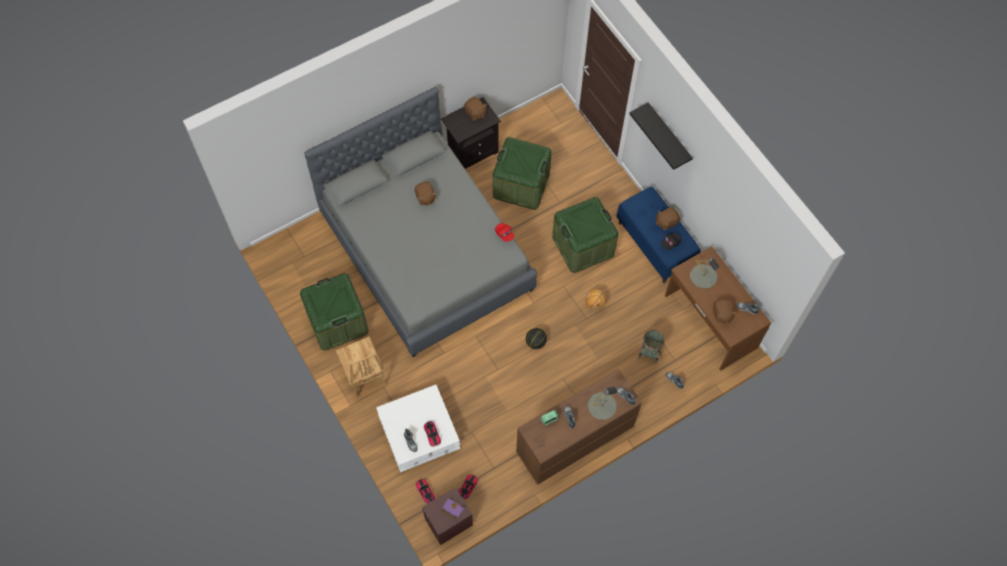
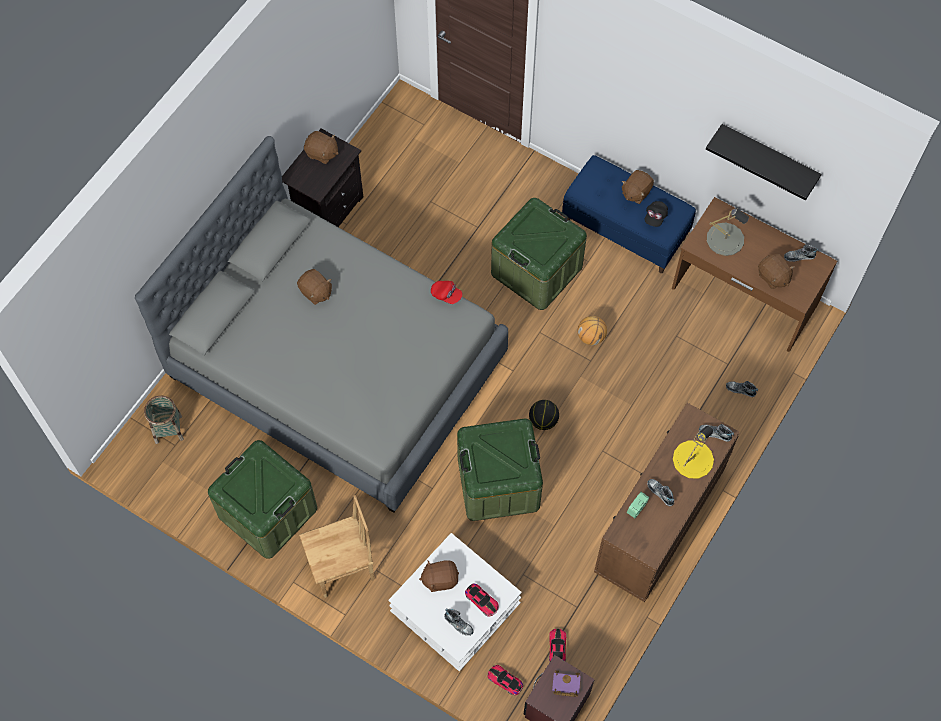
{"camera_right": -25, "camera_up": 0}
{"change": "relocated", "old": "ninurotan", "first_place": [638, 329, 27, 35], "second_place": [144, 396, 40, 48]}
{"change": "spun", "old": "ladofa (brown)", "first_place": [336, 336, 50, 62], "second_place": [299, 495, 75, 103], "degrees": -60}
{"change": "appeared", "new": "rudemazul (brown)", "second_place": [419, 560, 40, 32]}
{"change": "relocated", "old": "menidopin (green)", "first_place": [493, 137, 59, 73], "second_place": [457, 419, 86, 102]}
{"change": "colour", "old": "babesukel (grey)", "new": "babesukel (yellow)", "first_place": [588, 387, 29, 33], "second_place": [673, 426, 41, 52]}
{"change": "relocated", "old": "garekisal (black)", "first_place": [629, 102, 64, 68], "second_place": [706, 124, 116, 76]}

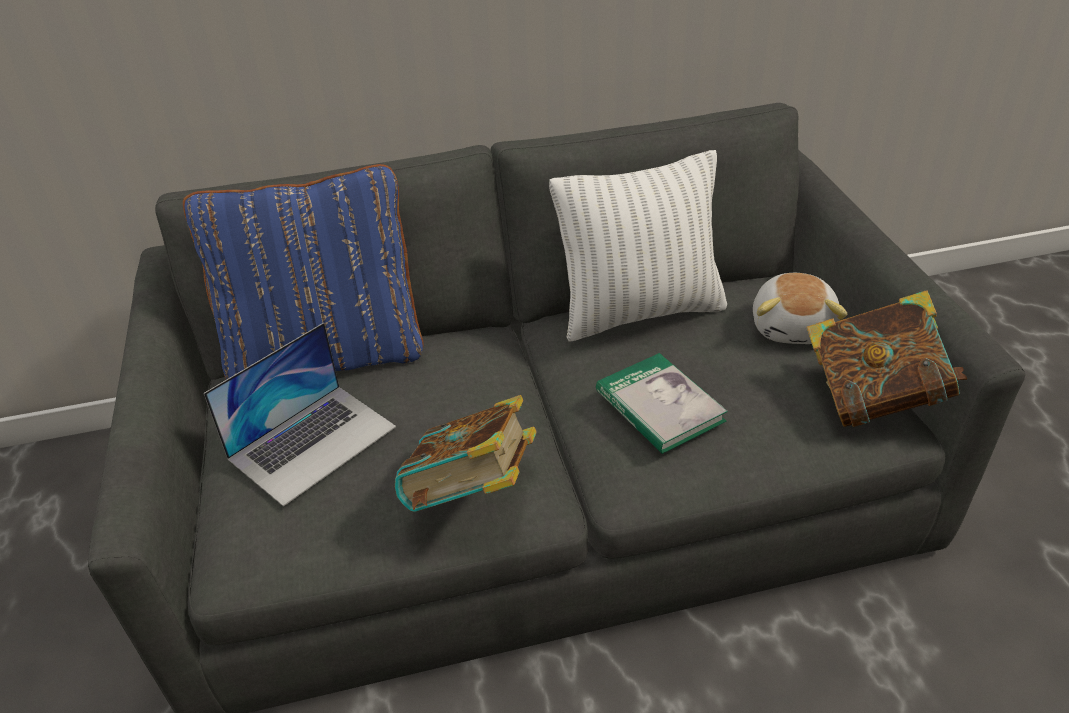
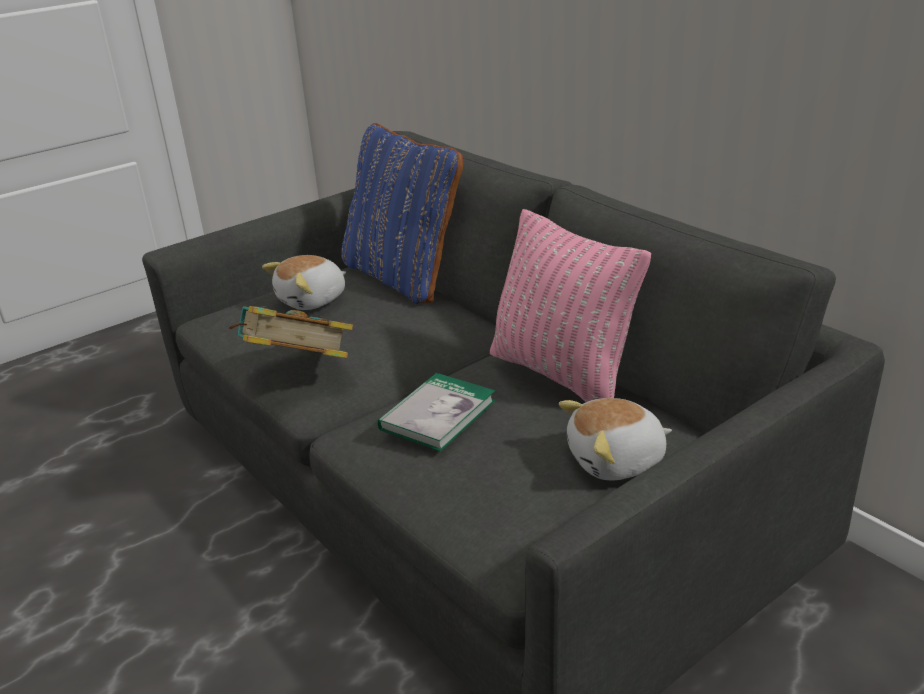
{"camera_right": 65, "camera_up": -10}
{"change": "exchanged", "old": "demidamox", "new": "rudemazul", "first_place": [204, 323, 192, 184], "second_place": [262, 255, 84, 55]}
{"change": "colour", "old": "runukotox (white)", "new": "runukotox (pink)", "first_place": [549, 150, 178, 191], "second_place": [490, 209, 161, 193]}
{"change": "missing", "old": "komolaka", "first_place": [806, 290, 161, 137]}

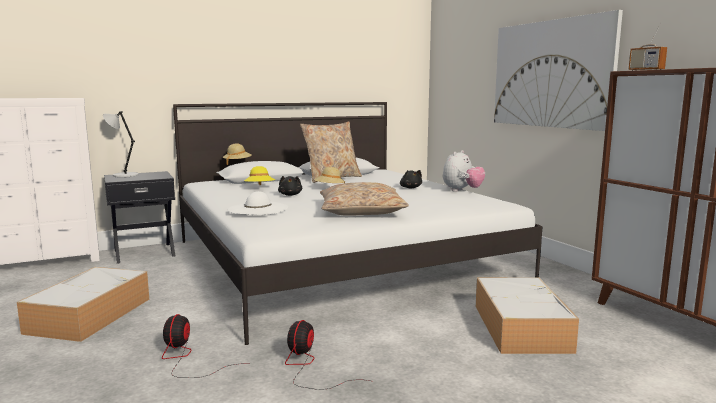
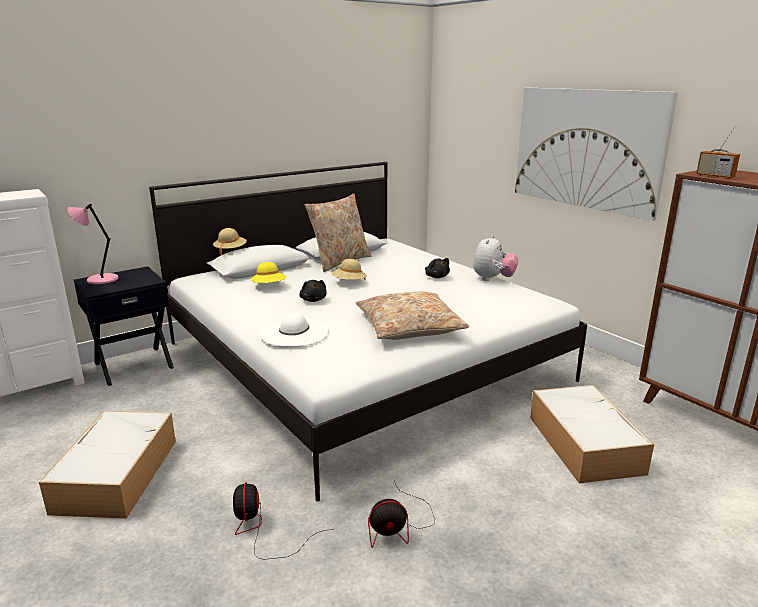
{"camera_right": -10, "camera_up": 10}
{"change": "colour", "old": "babesukel (grey)", "new": "babesukel (pink)", "first_place": [103, 111, 36, 67], "second_place": [67, 204, 51, 81]}
{"change": "spun", "old": "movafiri", "first_place": [285, 320, 85, 70], "second_place": [368, 480, 67, 68], "degrees": -105}

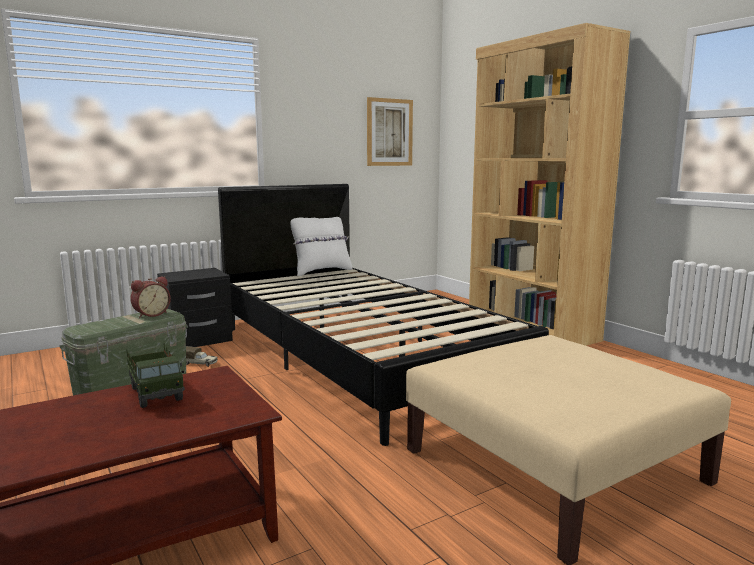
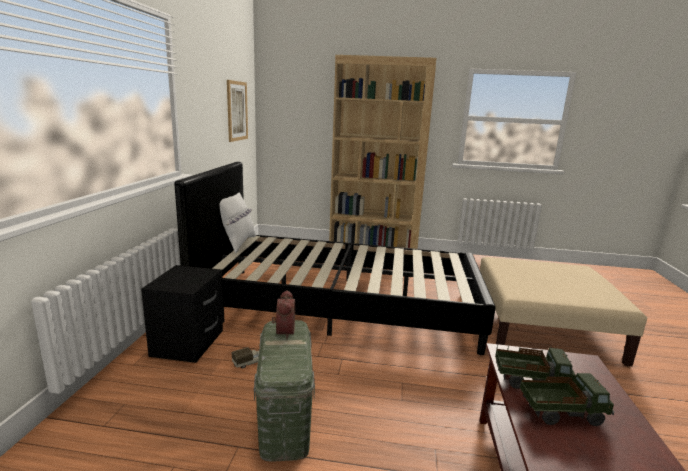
{"camera_right": -50, "camera_up": 5}
{"change": "appeared", "new": "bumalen", "second_place": [520, 373, 94, 53]}

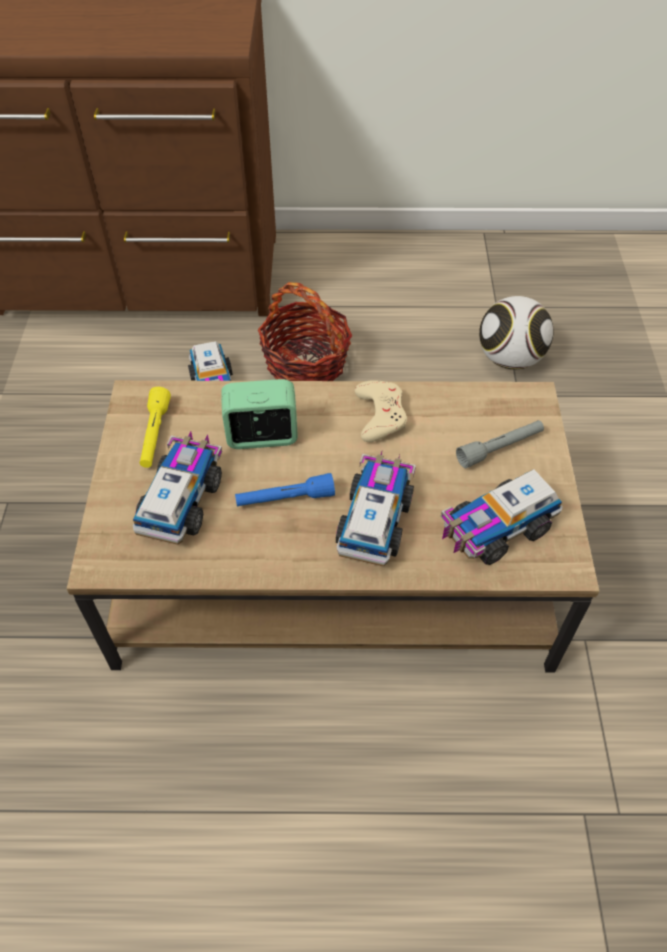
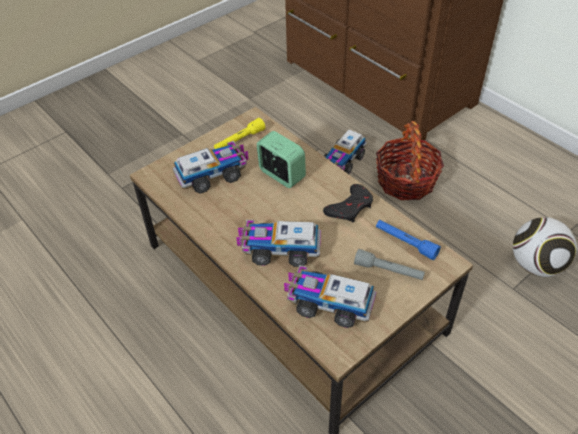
{"camera_right": 50, "camera_up": -5}
{"change": "spun", "old": "bumalen", "first_place": [336, 452, 80, 115], "second_place": [236, 220, 85, 47], "degrees": -150}
{"change": "colour", "old": "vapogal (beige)", "new": "vapogal (black)", "first_place": [355, 380, 52, 62], "second_place": [323, 184, 50, 38]}
{"change": "relocated", "old": "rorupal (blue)", "first_place": [235, 473, 100, 34], "second_place": [376, 220, 65, 40]}

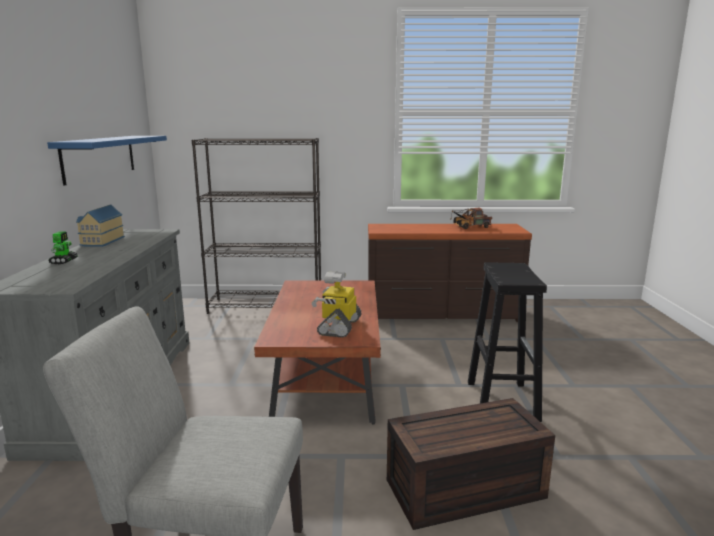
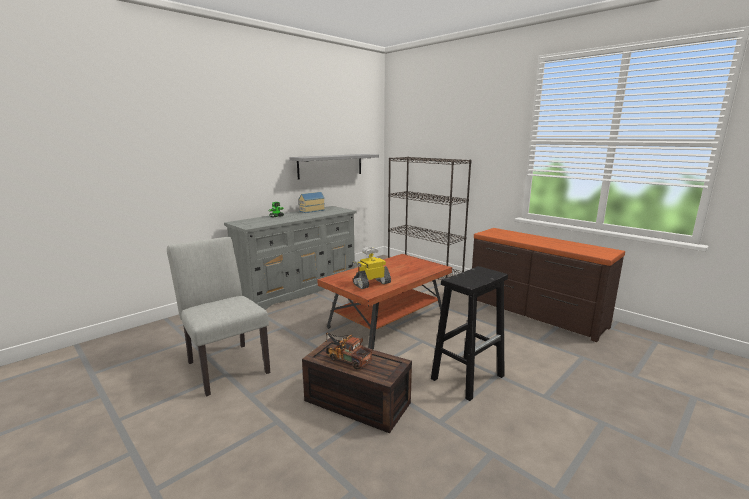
{"camera_right": 45, "camera_up": 0}
{"change": "colour", "old": "garekisal (blue)", "new": "garekisal (grey)", "first_place": [47, 136, 120, 50], "second_place": [290, 154, 89, 25]}
{"change": "relocated", "old": "bumalen", "first_place": [450, 208, 42, 21], "second_place": [325, 332, 48, 37]}

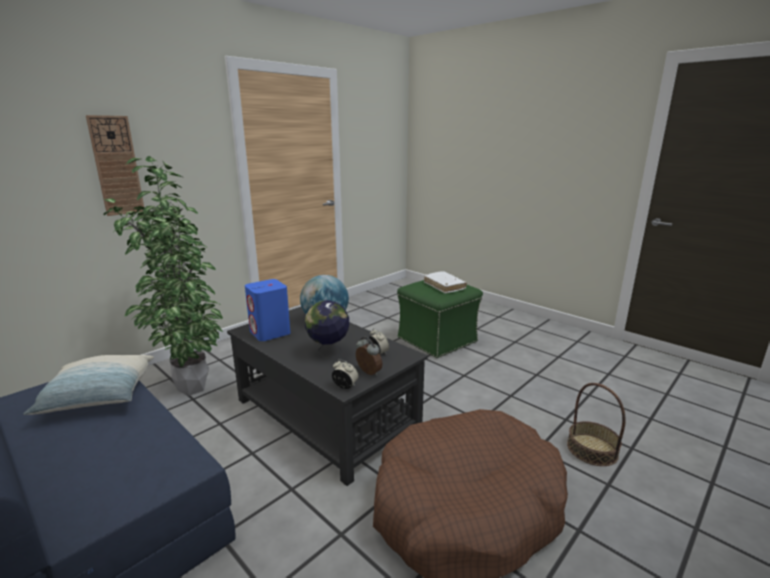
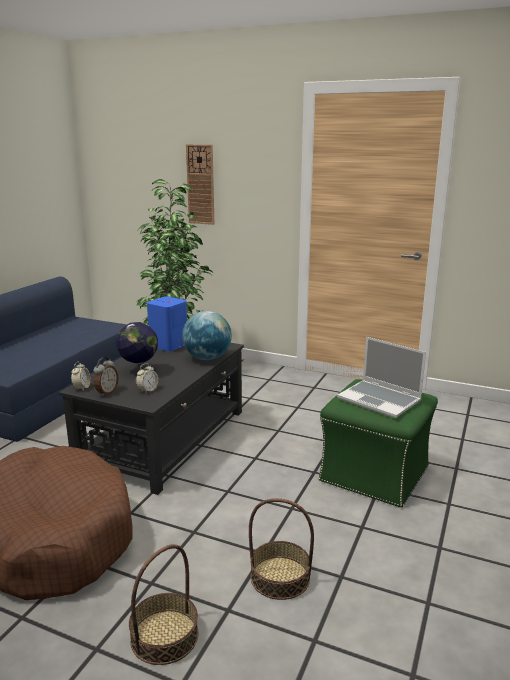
{"camera_right": 70, "camera_up": 0}
{"change": "appeared", "new": "ninurotan", "second_place": [249, 498, 65, 102]}
{"change": "exchanged", "old": "komolaka (white)", "new": "demidamox", "first_place": [424, 271, 43, 22], "second_place": [337, 337, 89, 81]}
{"change": "missing", "old": "runukotox", "first_place": [23, 355, 131, 60]}

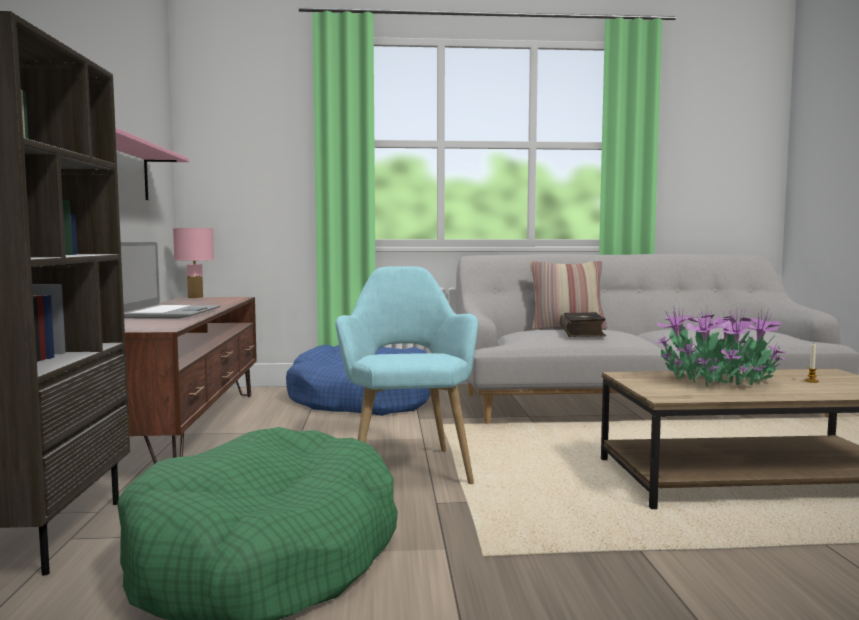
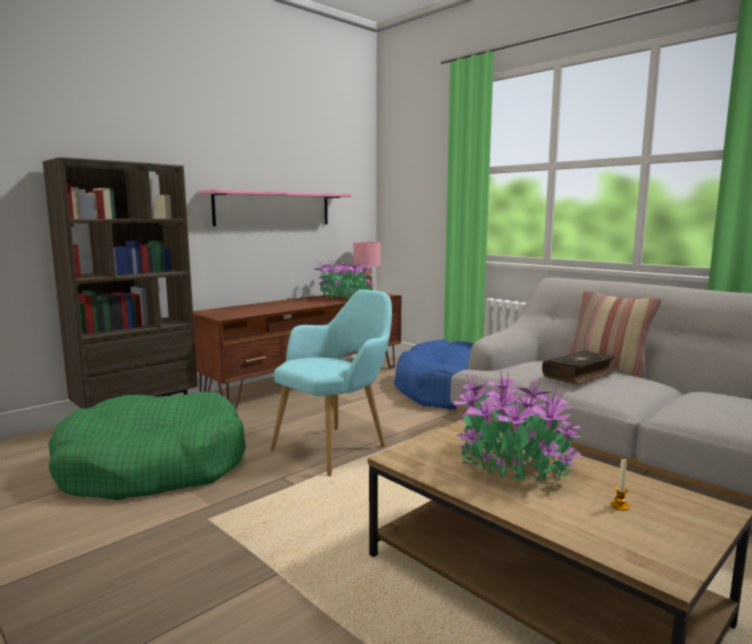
{"camera_right": 50, "camera_up": 5}
{"change": "appeared", "new": "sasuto", "second_place": [314, 260, 61, 39]}
{"change": "missing", "old": "demidamox", "first_place": [121, 242, 100, 76]}

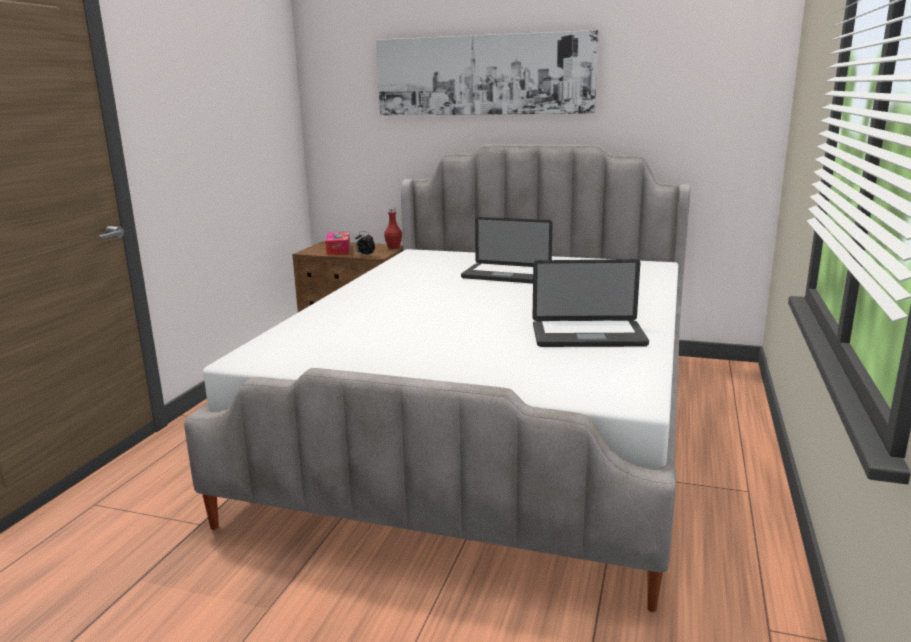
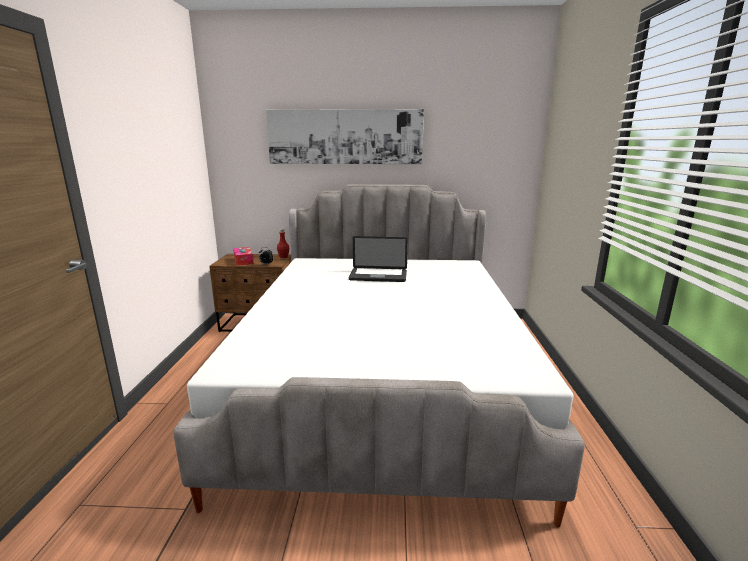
{"camera_right": -15, "camera_up": 0}
{"change": "missing", "old": "demidamox", "first_place": [533, 259, 116, 88]}

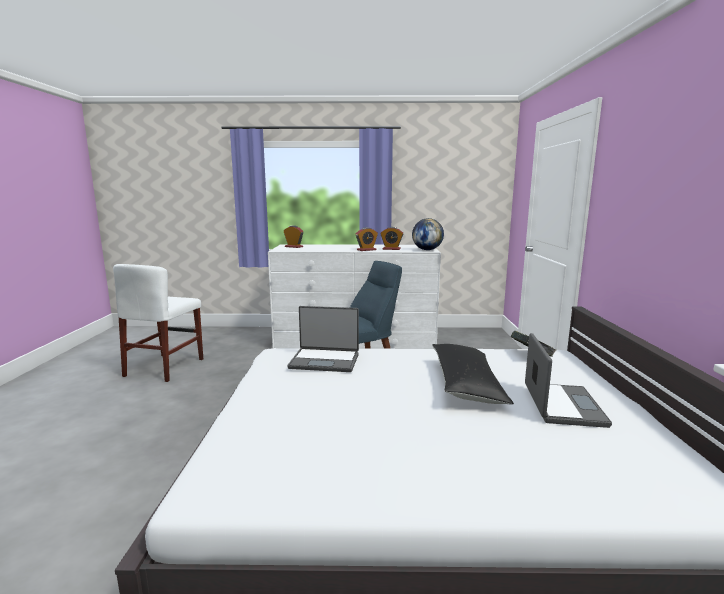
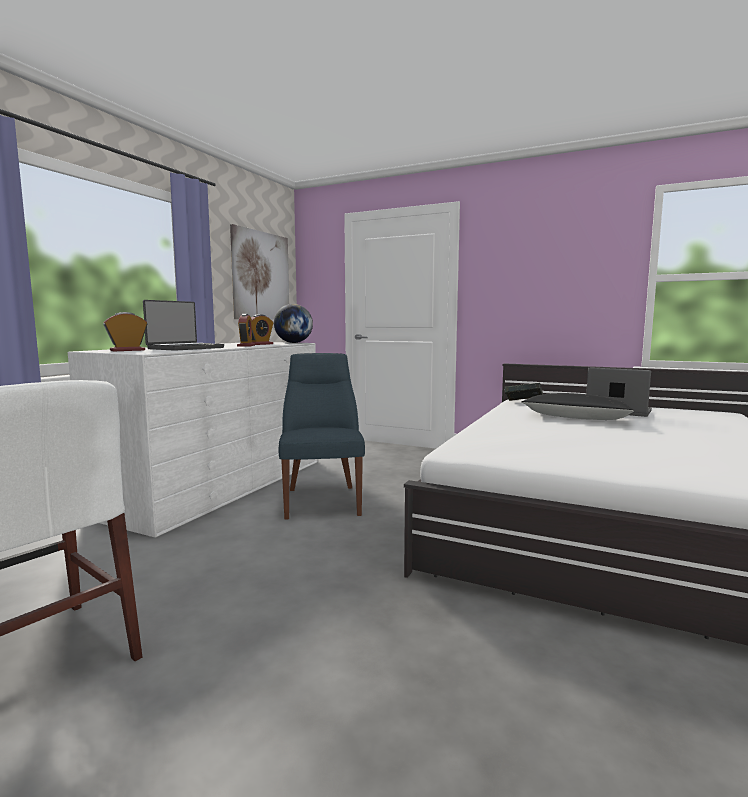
{"camera_right": -65, "camera_up": -5}
{"change": "relocated", "old": "demidamox", "first_place": [287, 306, 72, 66], "second_place": [143, 300, 81, 51]}
{"change": "appeared", "new": "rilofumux", "second_place": [230, 224, 59, 96]}

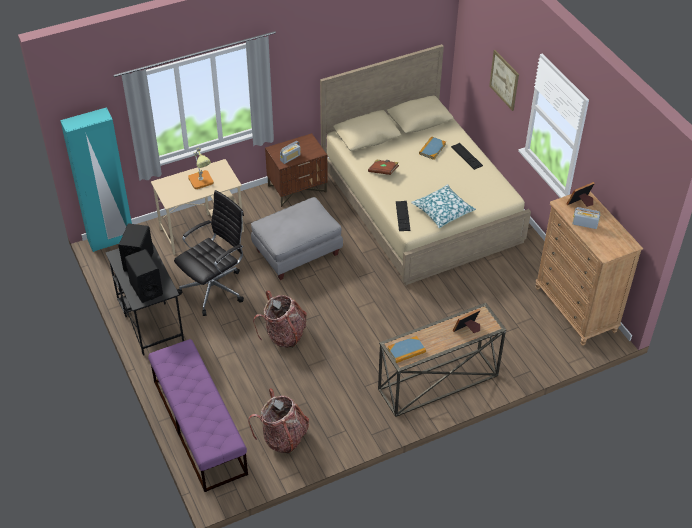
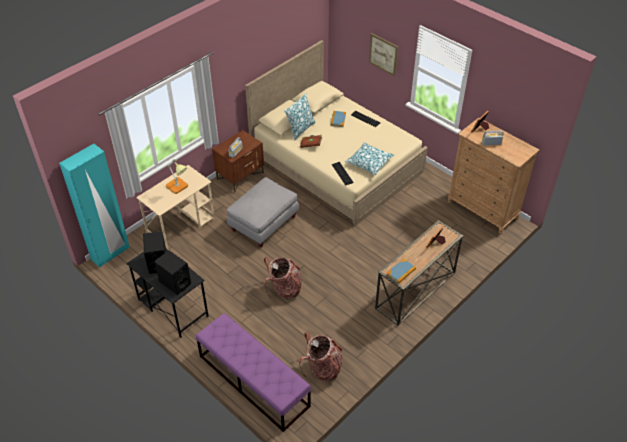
{"camera_right": -20, "camera_up": 0}
{"change": "appeared", "new": "runukotox", "second_place": [284, 93, 32, 47]}
{"change": "missing", "old": "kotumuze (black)", "first_place": [174, 190, 70, 126]}

